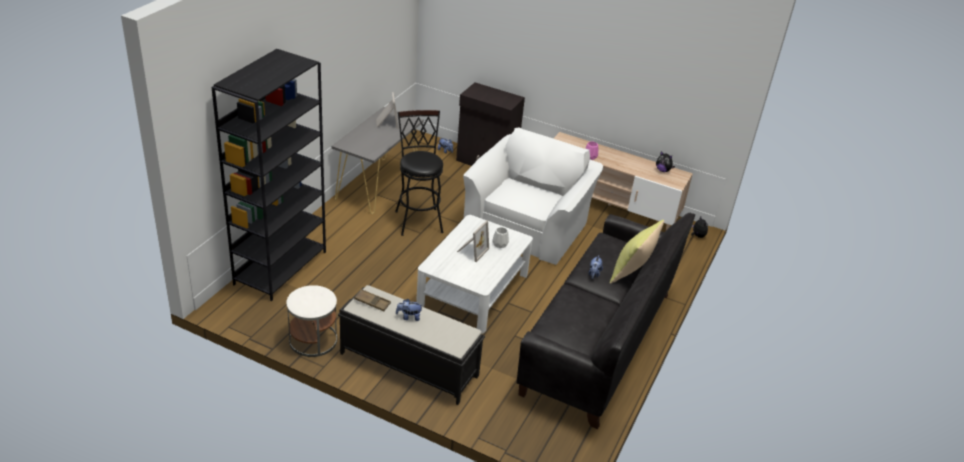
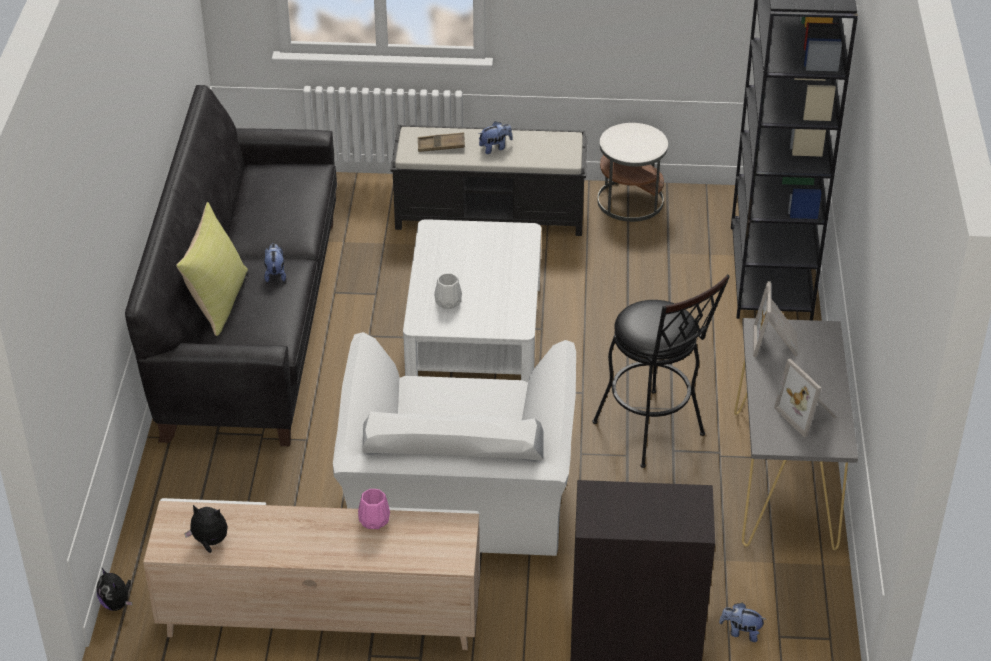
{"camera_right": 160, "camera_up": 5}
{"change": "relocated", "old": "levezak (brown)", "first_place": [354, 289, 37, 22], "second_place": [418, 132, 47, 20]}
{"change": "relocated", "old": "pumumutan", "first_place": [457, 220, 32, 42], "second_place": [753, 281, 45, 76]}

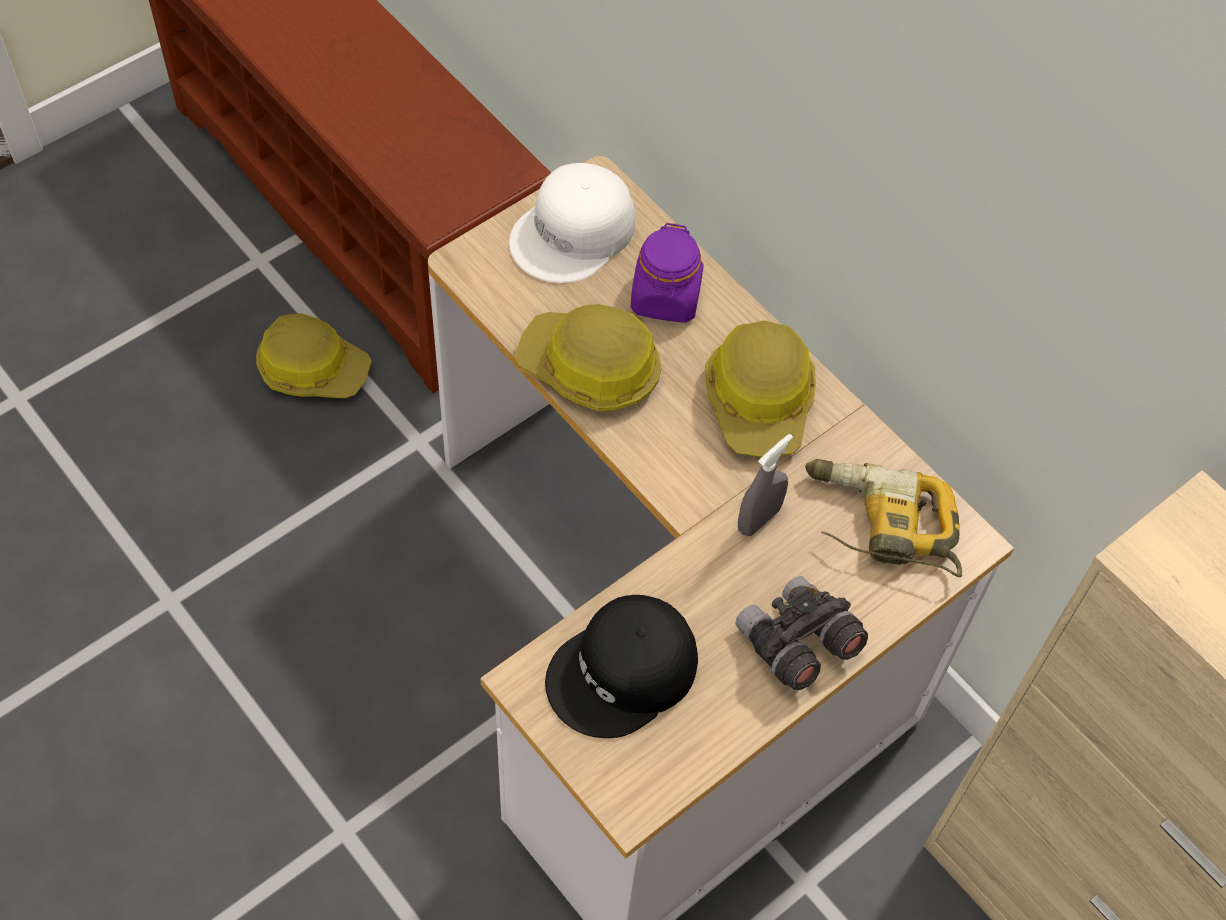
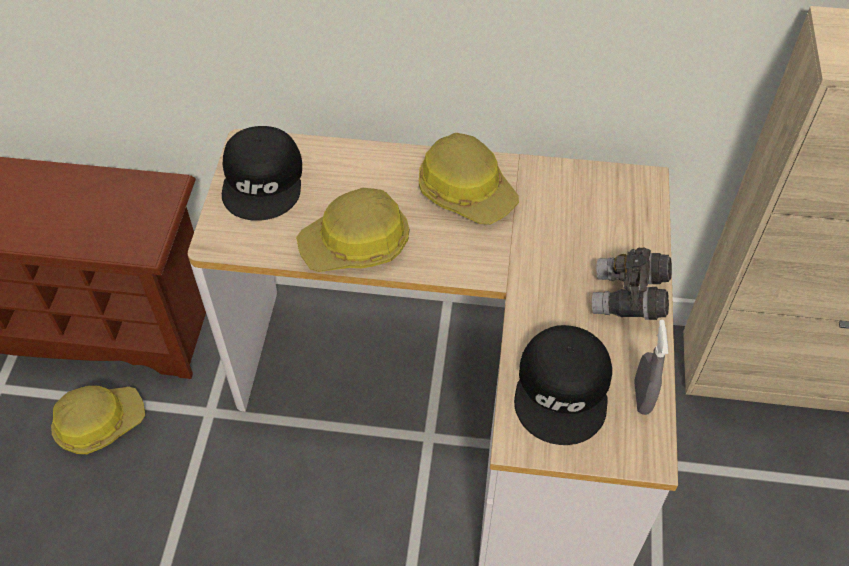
{"camera_right": -40, "camera_up": -5}
{"change": "colour", "old": "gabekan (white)", "new": "gabekan (black)", "first_place": [509, 163, 126, 120], "second_place": [222, 126, 80, 95]}
{"change": "relocated", "old": "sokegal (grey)", "first_place": [738, 434, 55, 102], "second_place": [635, 320, 33, 95]}
{"change": "missing", "old": "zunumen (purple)", "first_place": [631, 223, 73, 100]}
{"change": "missing", "old": "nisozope", "first_place": [805, 459, 157, 118]}

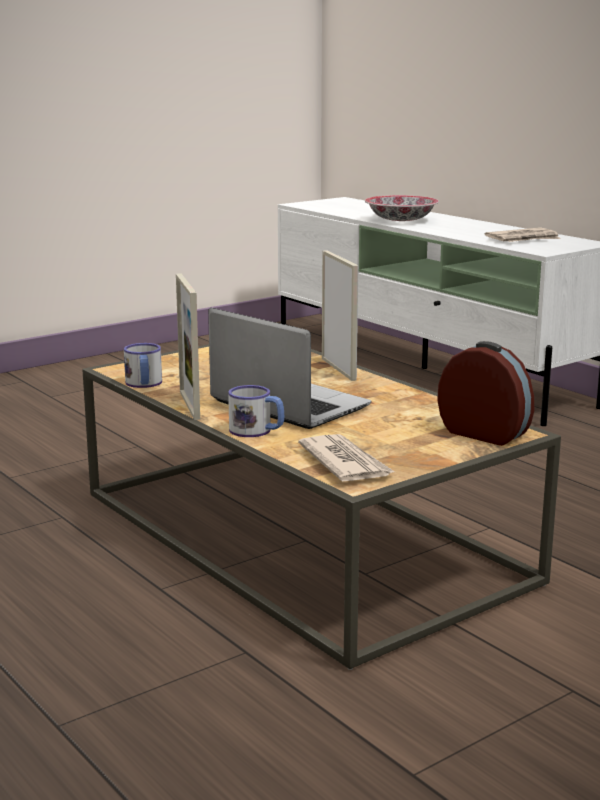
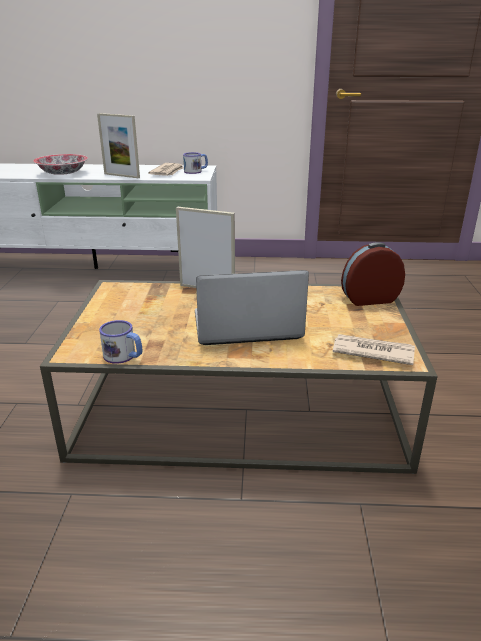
{"camera_right": -50, "camera_up": 10}
{"change": "relocated", "old": "pumumutan", "first_place": [176, 273, 24, 147], "second_place": [97, 113, 43, 65]}
{"change": "relocated", "old": "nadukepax", "first_place": [228, 385, 56, 52], "second_place": [183, 152, 25, 22]}

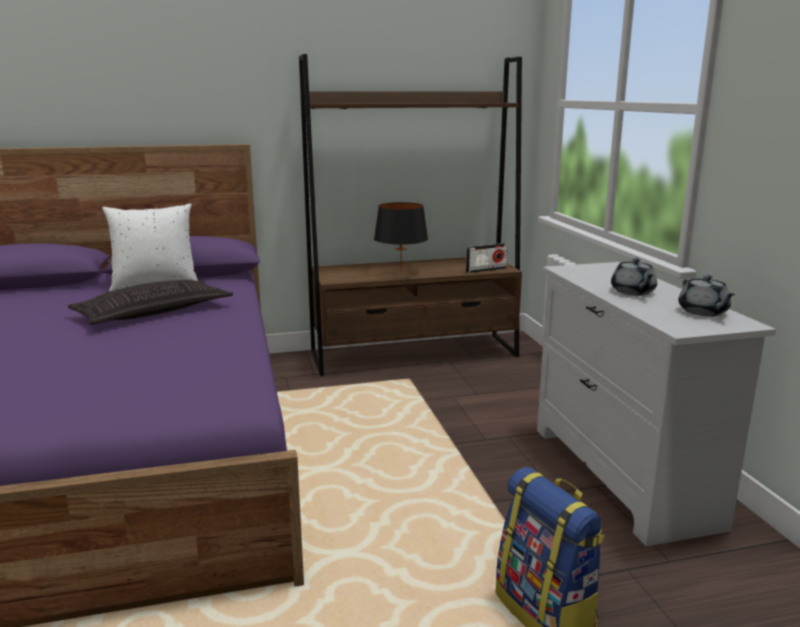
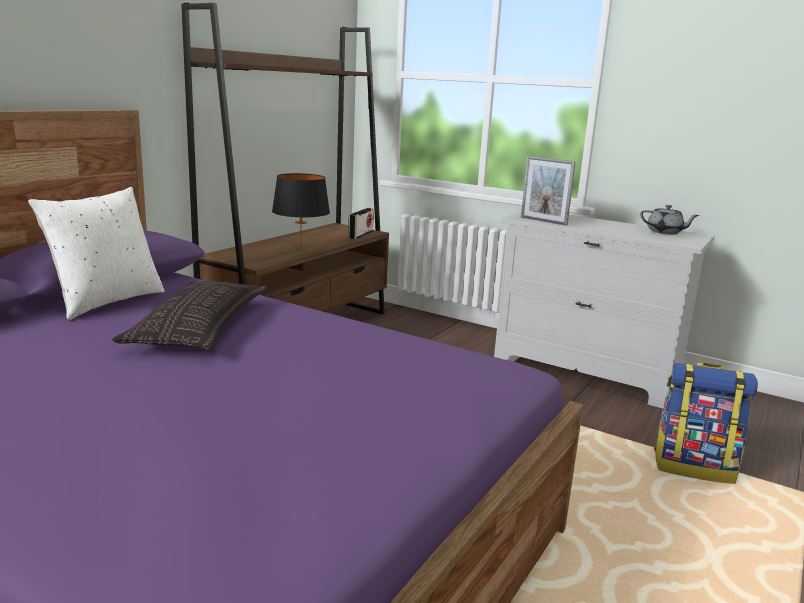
{"camera_right": -45, "camera_up": 0}
{"change": "appeared", "new": "pumumutan", "second_place": [521, 156, 55, 70]}
{"change": "missing", "old": "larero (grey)", "first_place": [611, 258, 46, 37]}

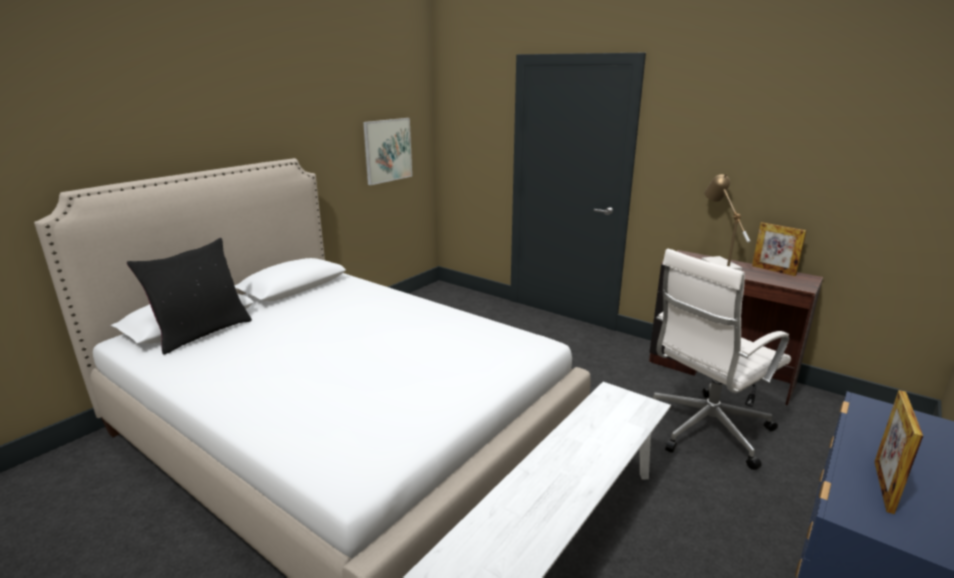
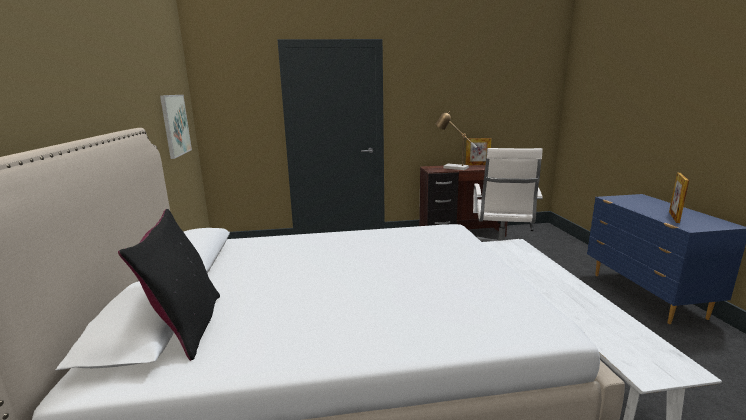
{"camera_right": -45, "camera_up": -5}
{"change": "spun", "old": "pumumutan", "first_place": [874, 390, 49, 124], "second_place": [669, 173, 20, 50], "degrees": 45}

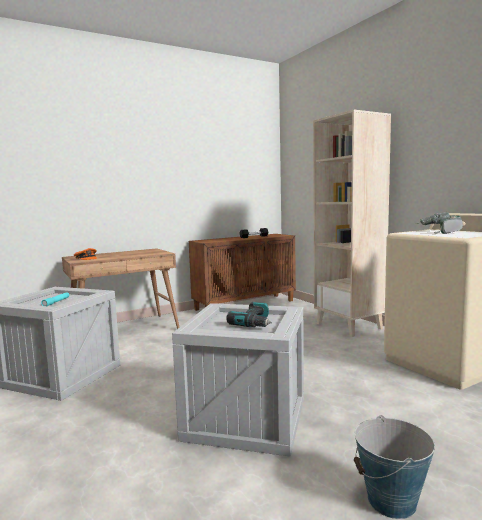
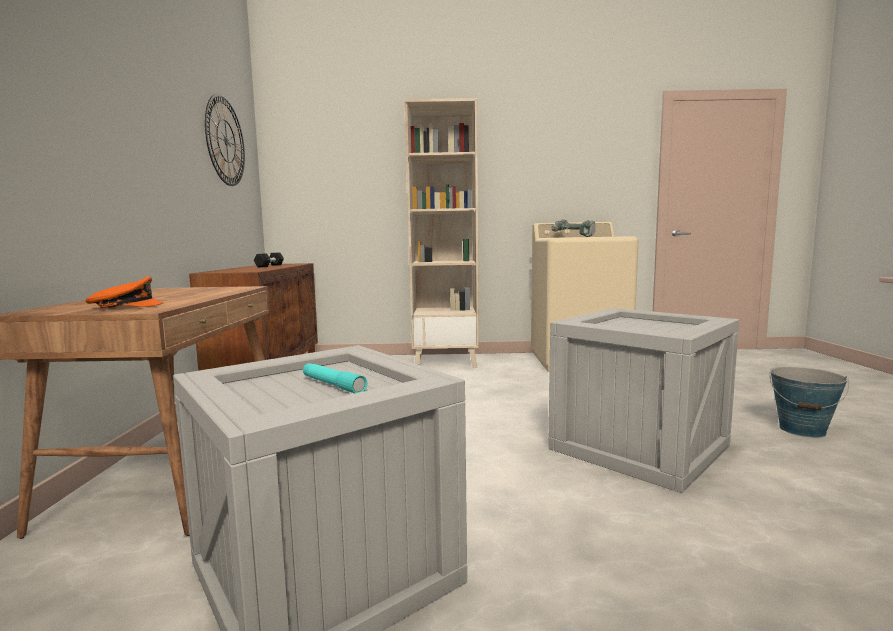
{"camera_right": -60, "camera_up": 0}
{"change": "appeared", "new": "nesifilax", "second_place": [205, 94, 40, 92]}
{"change": "missing", "old": "nisozope", "first_place": [226, 302, 46, 25]}

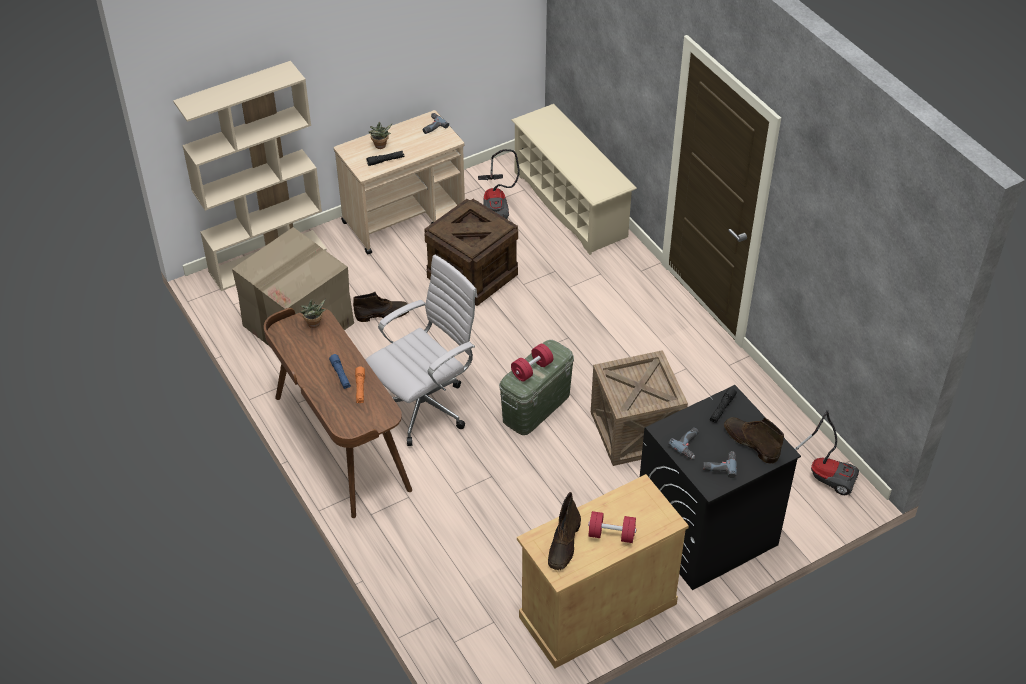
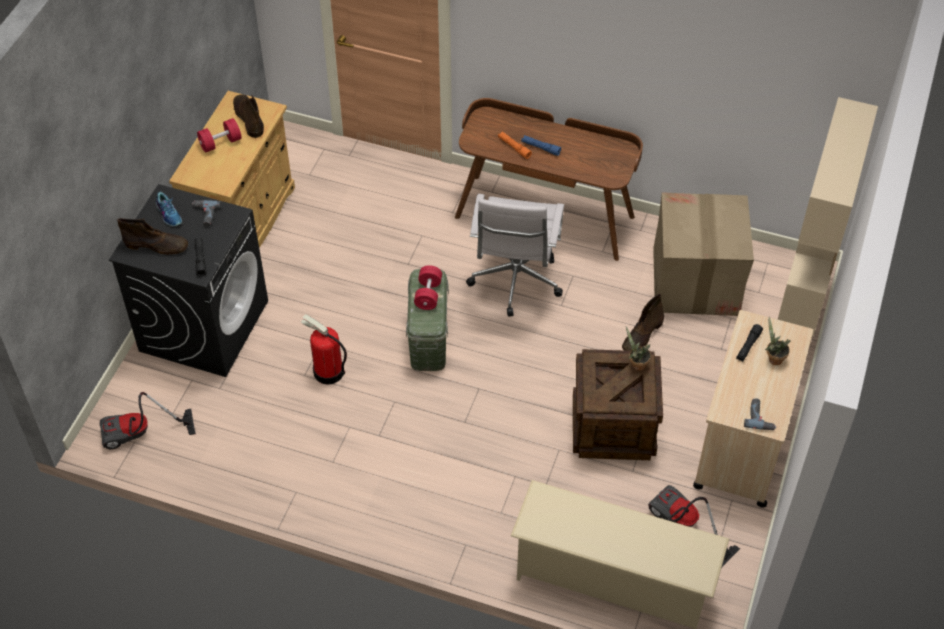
{"camera_right": 140, "camera_up": 5}
{"change": "exchanged", "old": "nisozope", "new": "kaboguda", "first_place": [703, 451, 34, 27], "second_place": [156, 191, 26, 35]}
{"change": "exchanged", "old": "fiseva", "new": "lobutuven", "first_place": [591, 350, 97, 116], "second_place": [300, 314, 47, 71]}
{"change": "relocated", "old": "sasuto", "first_place": [300, 298, 26, 30], "second_place": [626, 326, 25, 45]}

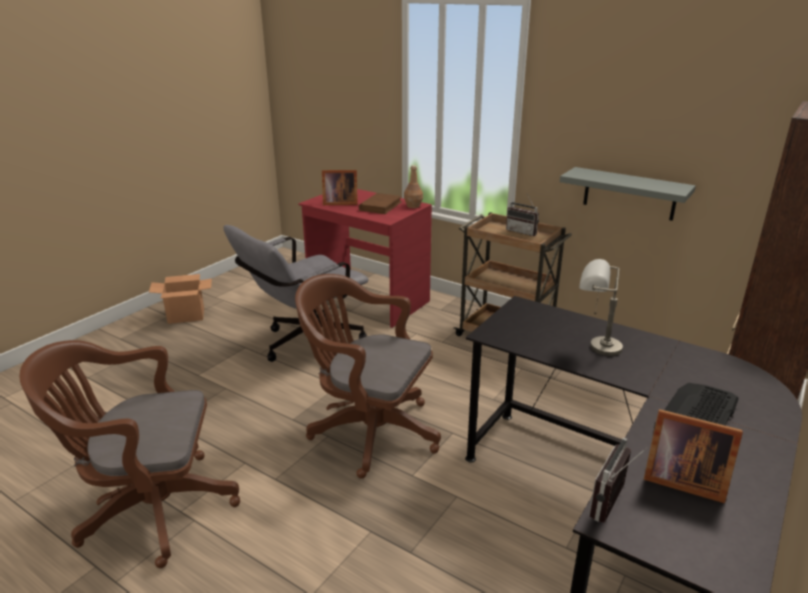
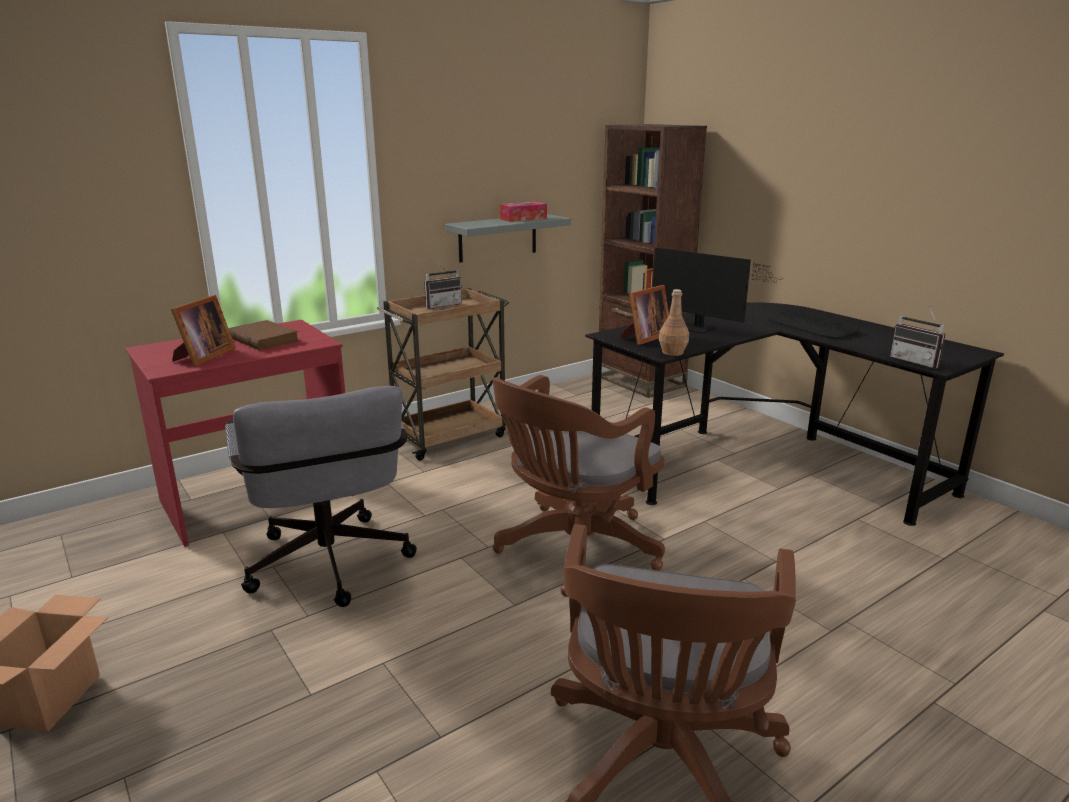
{"camera_right": -70, "camera_up": -5}
{"change": "appeared", "new": "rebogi", "second_place": [499, 202, 48, 20]}
{"change": "relocated", "old": "pumumutan", "first_place": [644, 409, 99, 94], "second_place": [620, 285, 49, 60]}
{"change": "exchanged", "old": "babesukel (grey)", "new": "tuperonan", "first_place": [579, 259, 44, 97], "second_place": [652, 248, 132, 86]}
{"change": "relocated", "old": "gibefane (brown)", "first_place": [404, 165, 19, 43], "second_place": [659, 289, 30, 67]}

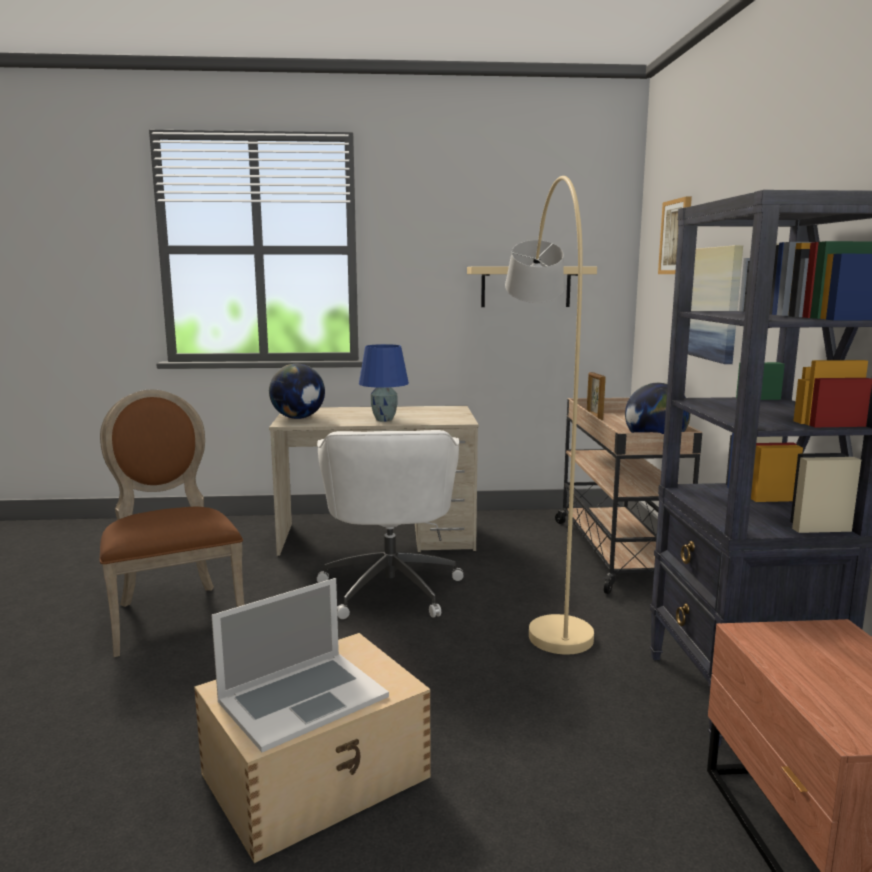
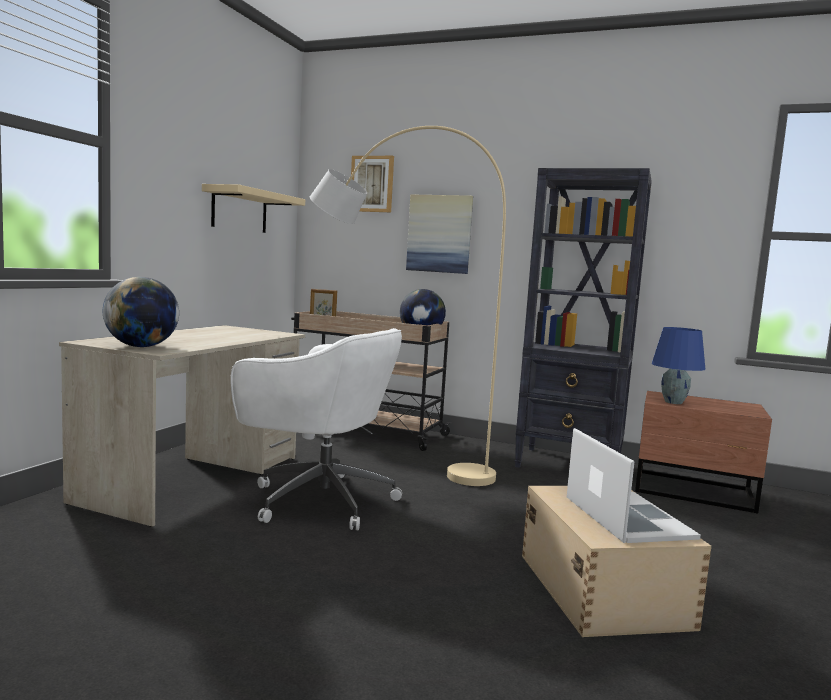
{"camera_right": -65, "camera_up": -5}
{"change": "relocated", "old": "babesukel (blue)", "first_place": [359, 344, 50, 78], "second_place": [652, 327, 53, 77]}
{"change": "missing", "old": "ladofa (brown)", "first_place": [100, 389, 144, 268]}

